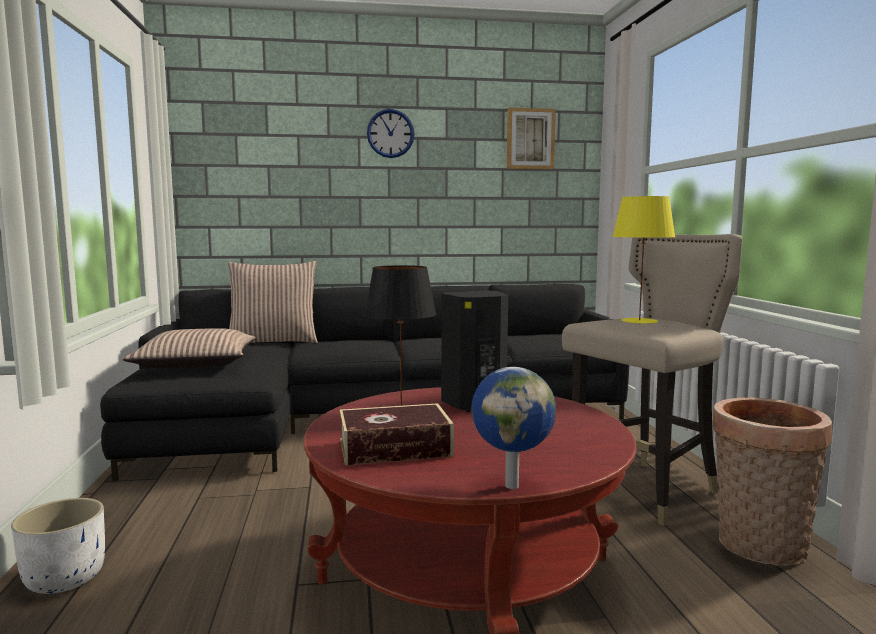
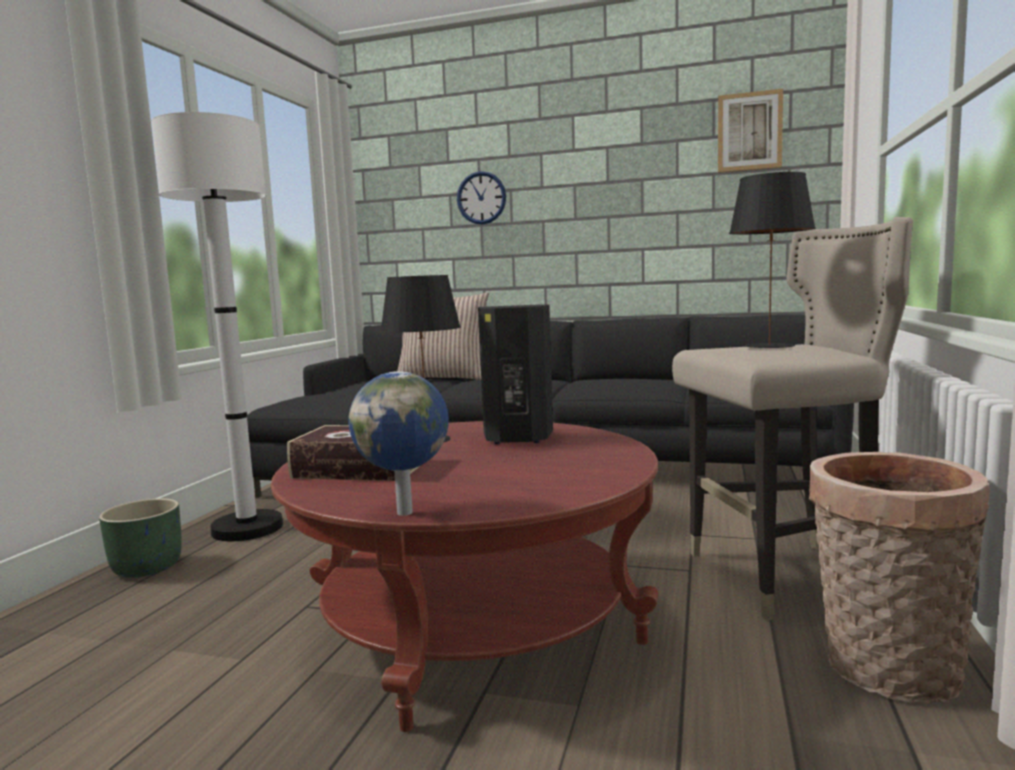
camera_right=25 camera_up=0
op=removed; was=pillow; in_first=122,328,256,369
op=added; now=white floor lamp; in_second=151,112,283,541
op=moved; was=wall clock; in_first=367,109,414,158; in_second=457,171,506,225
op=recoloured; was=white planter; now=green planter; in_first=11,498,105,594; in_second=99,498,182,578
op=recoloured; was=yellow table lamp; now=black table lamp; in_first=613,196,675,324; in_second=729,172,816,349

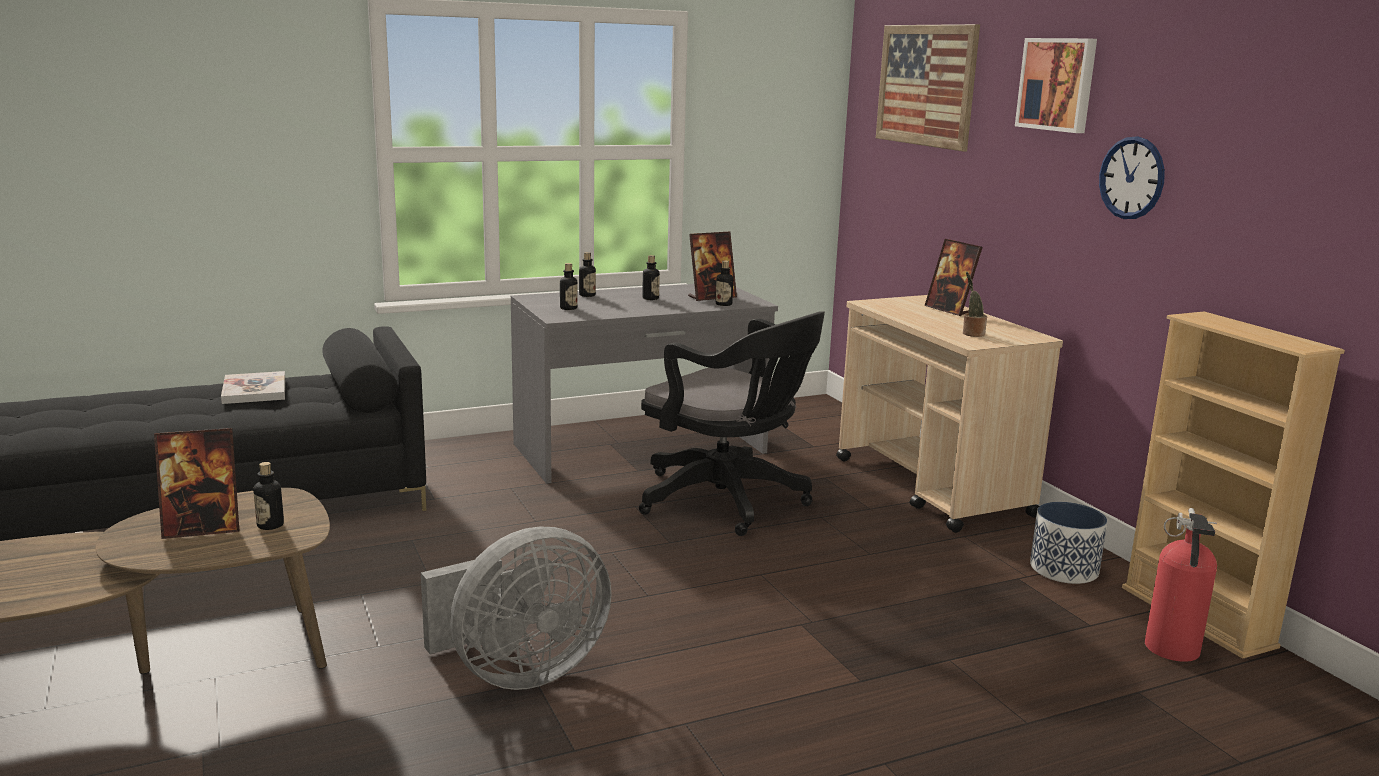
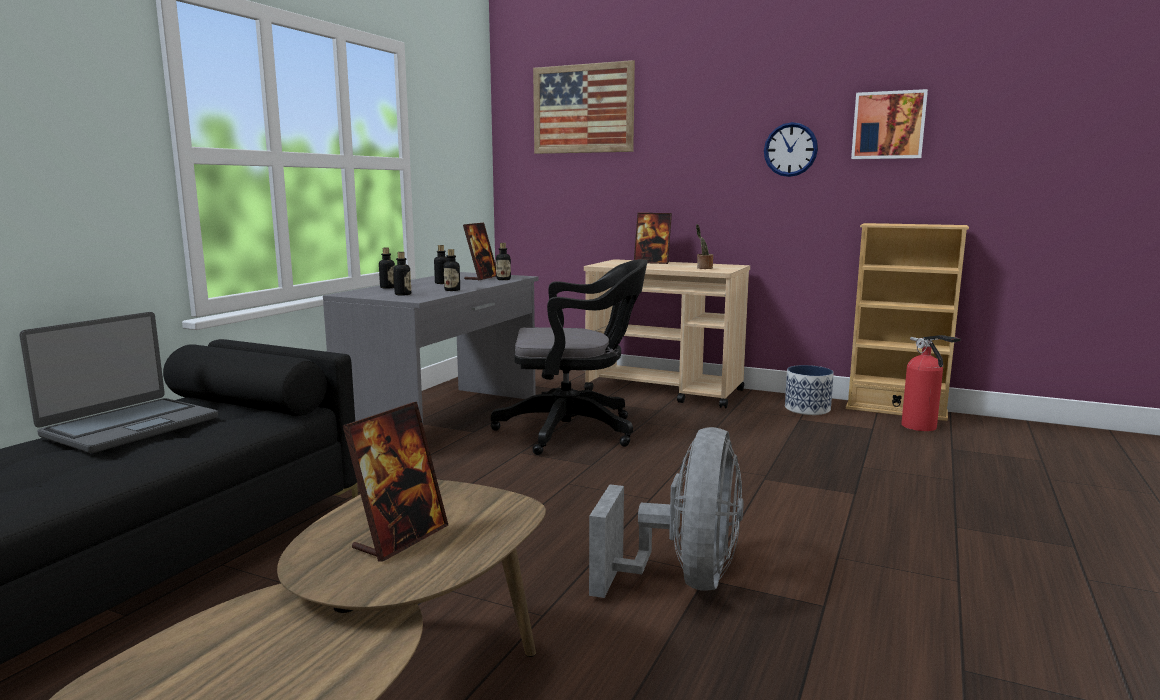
camera_right=-40 camera_up=-5
op=moved; was=bottle; in_first=253,462,284,530; in_second=444,249,460,291
op=moved; was=picture; in_first=1015,38,1097,133; in_second=851,89,928,159
op=replaced; was=book; now=laptop; in_first=221,371,285,404; in_second=19,312,218,453

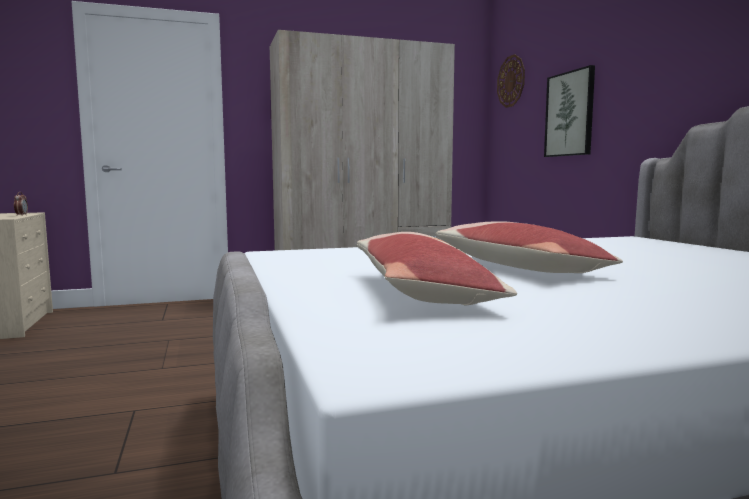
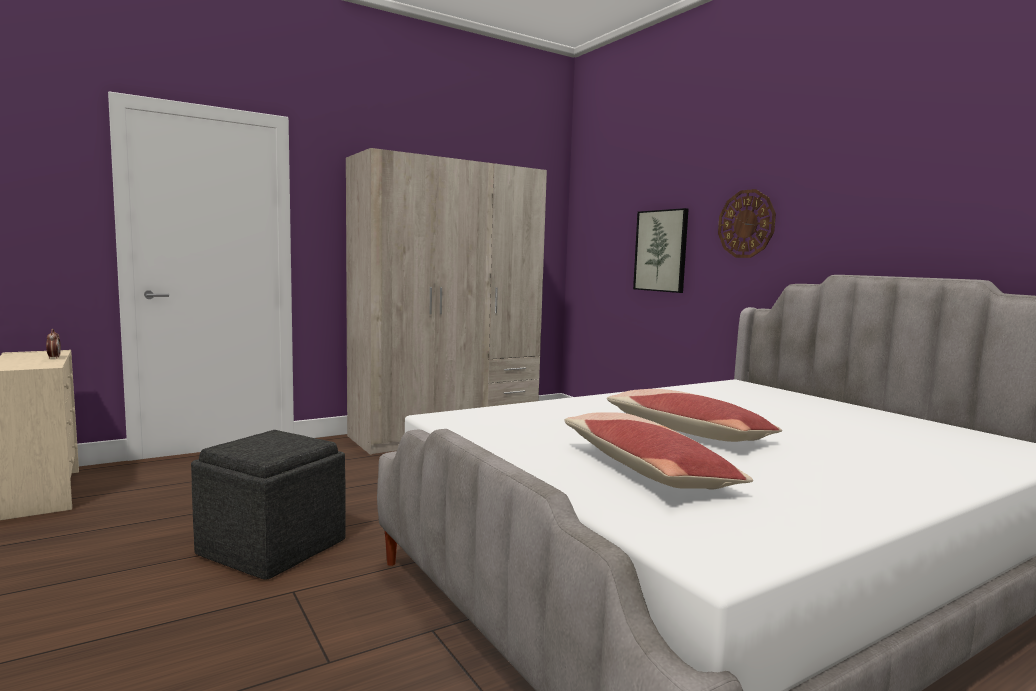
camera_right=-15 camera_up=0
op=added; now=grey ottoman; in_second=191,430,346,580
op=moved; was=wall clock; in_first=497,54,525,108; in_second=718,189,776,258

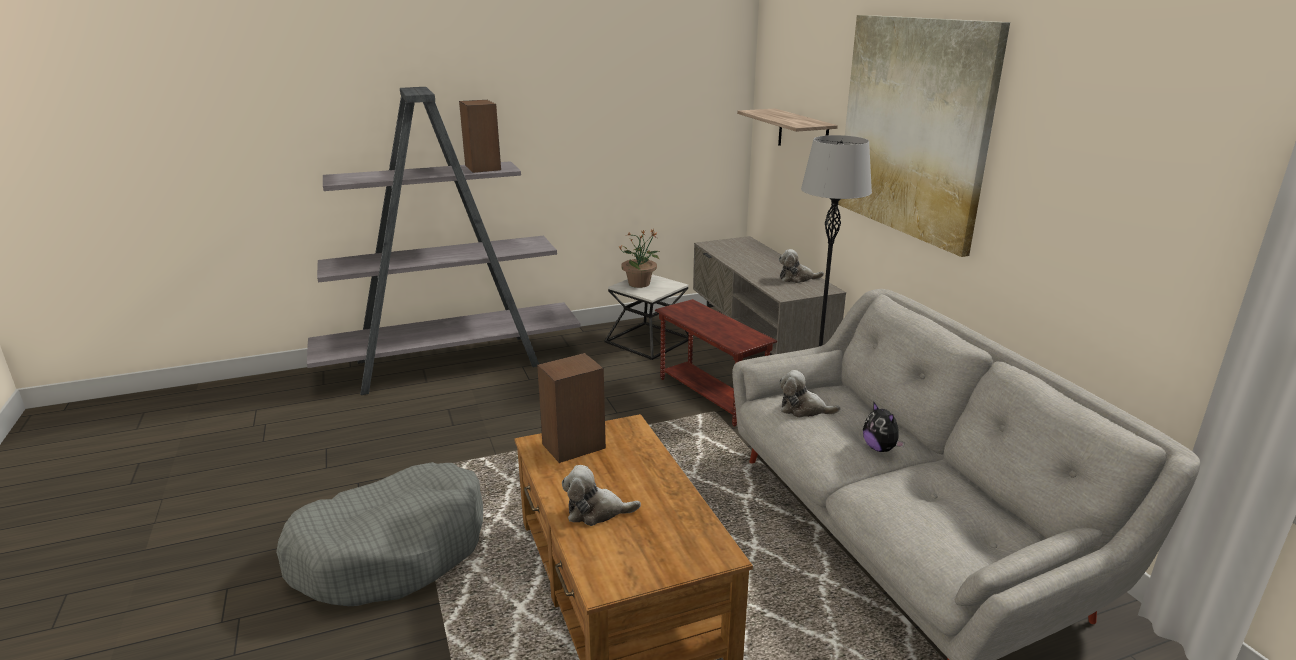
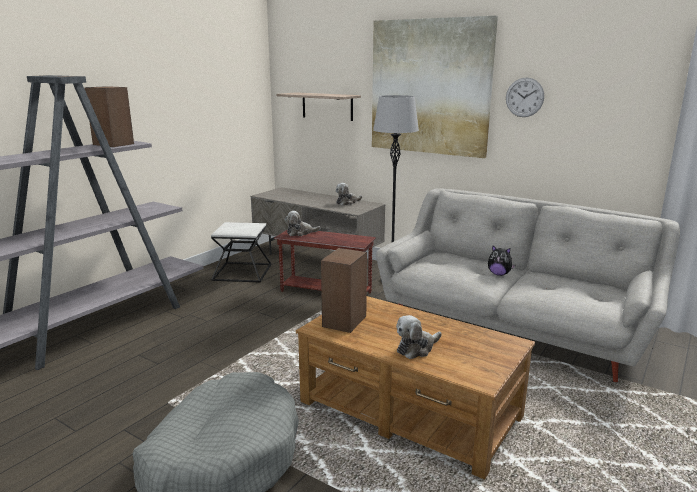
camera_right=-35 camera_up=-5
op=removed; was=potted plant; in_first=618,229,660,288
op=added; now=wall clock; in_second=506,78,544,117
op=moved; was=plush toy; in_first=779,370,840,418; in_second=285,211,320,236

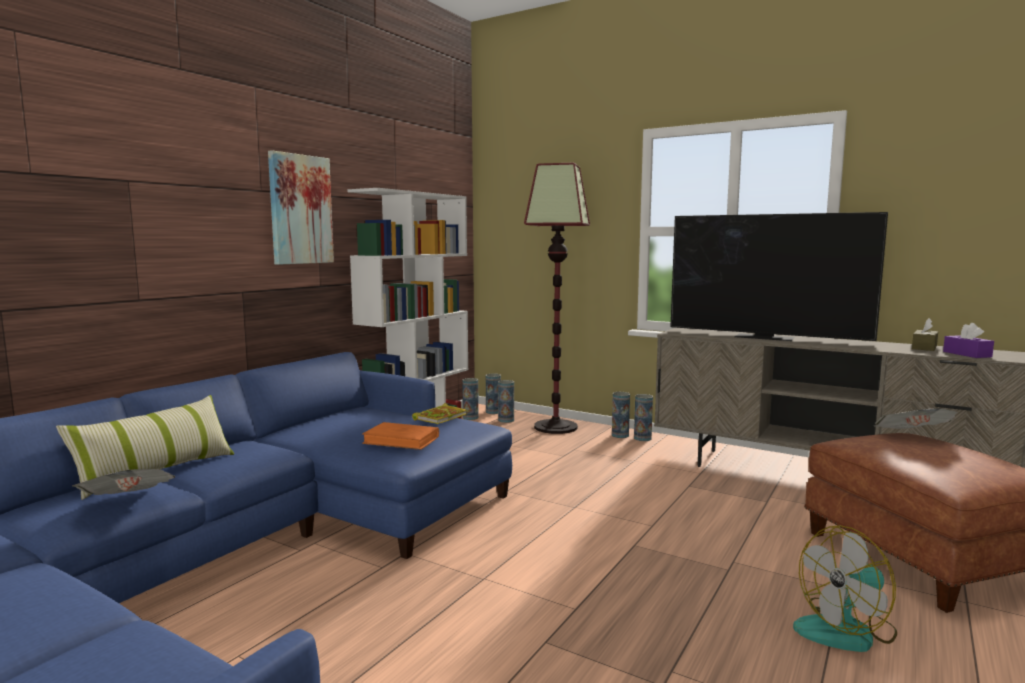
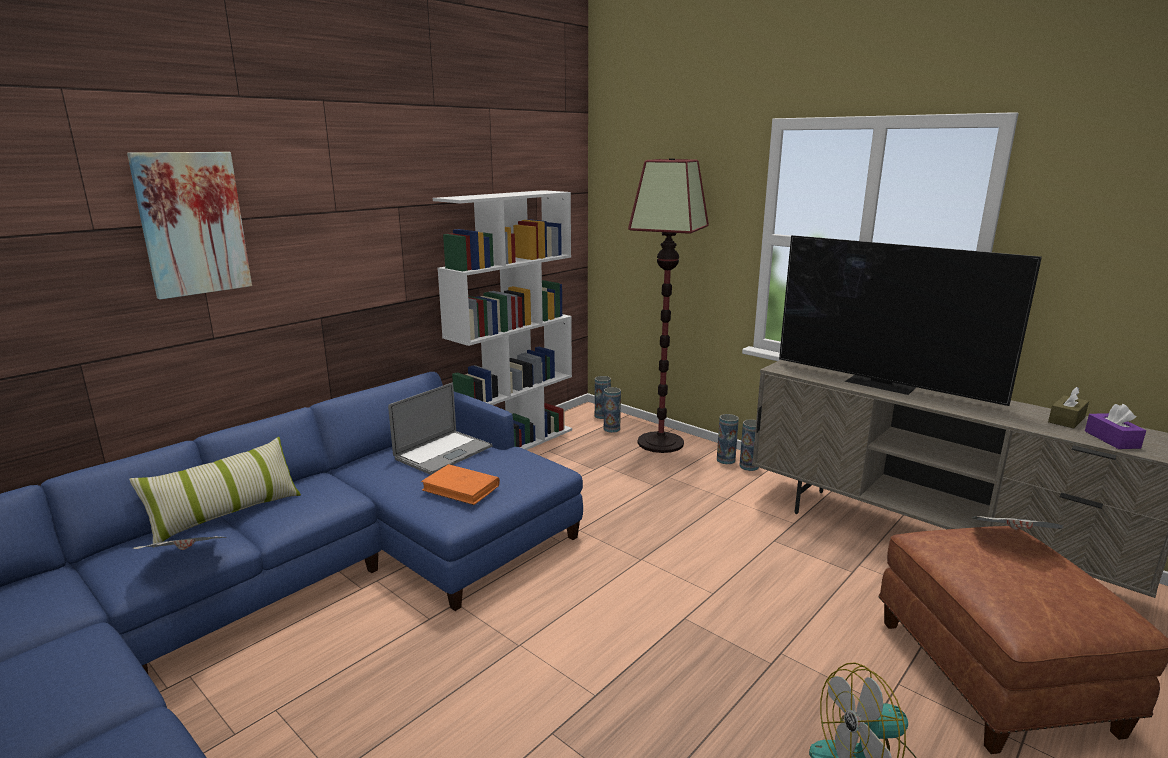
camera_right=10 camera_up=10
op=removed; was=book; in_first=412,403,467,424
op=removed; was=vase; in_first=462,378,479,420
op=added; now=laptop; in_second=388,383,493,475
op=moved; was=picture; in_first=268,150,334,265; in_second=127,152,252,300

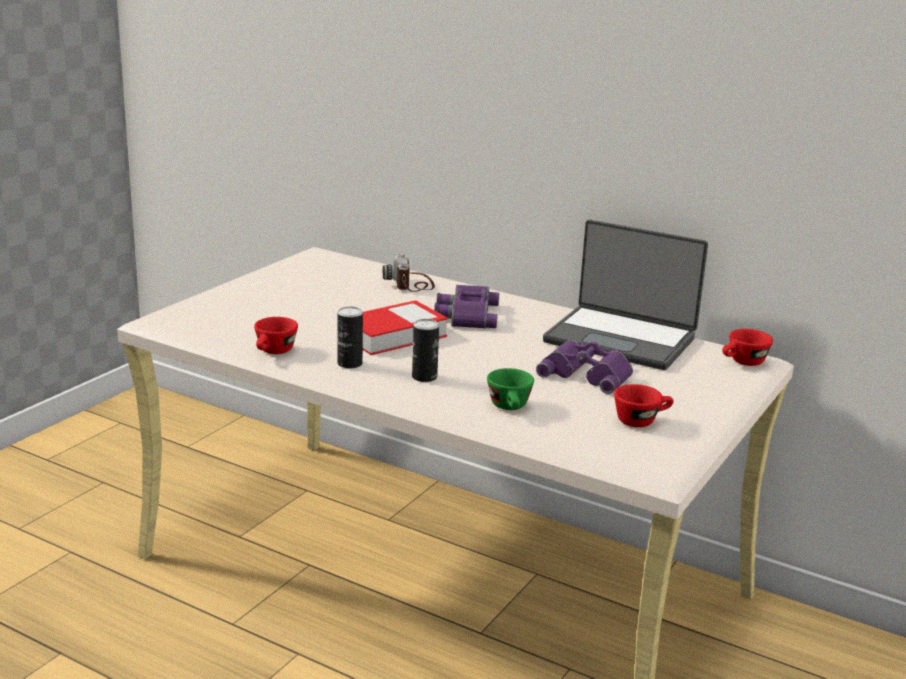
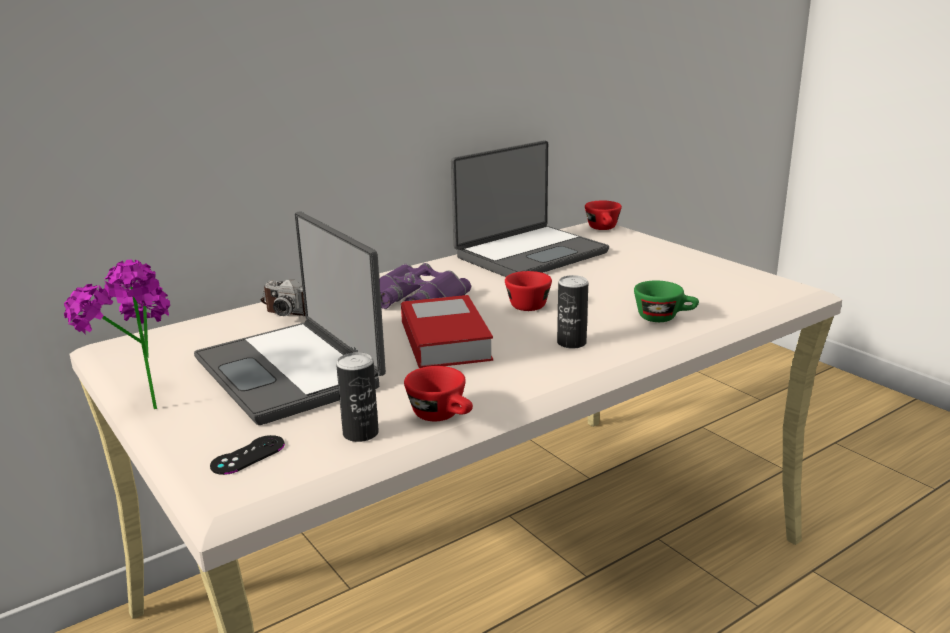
camera_right=-65 camera_up=0
op=removed; was=purple binoculars; in_first=536,340,633,394
op=added; now=potted plant; in_second=64,259,170,409
op=added; now=laptop; in_second=194,211,386,425
op=added; now=black game controller; in_second=210,435,285,475
op=moved; was=can; in_first=338,307,363,369; in_second=336,352,379,442
op=moved; was=red cup; in_first=614,384,674,427; in_second=505,271,552,311

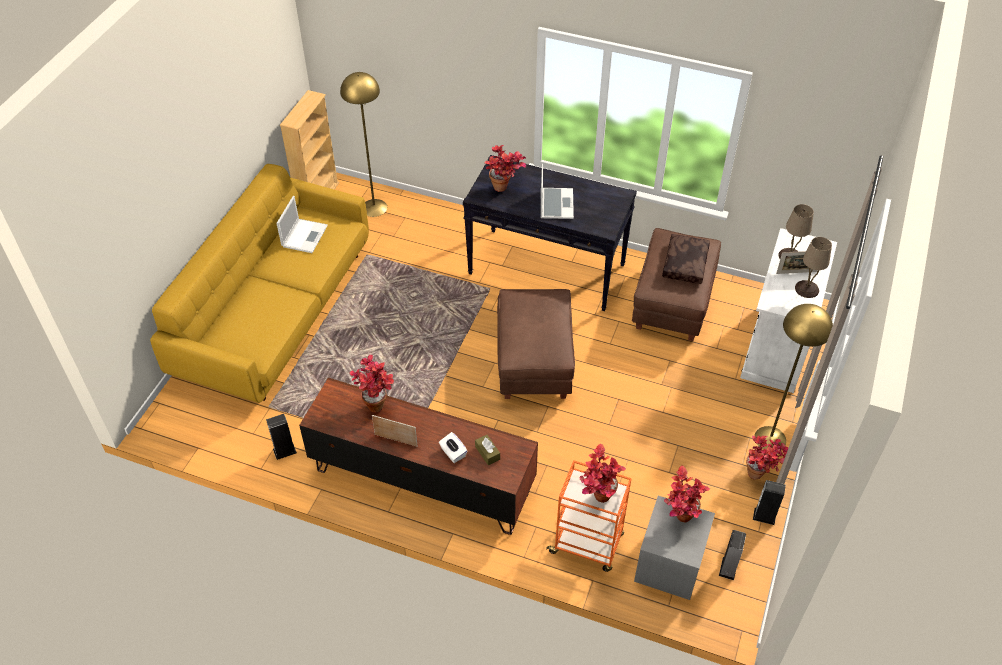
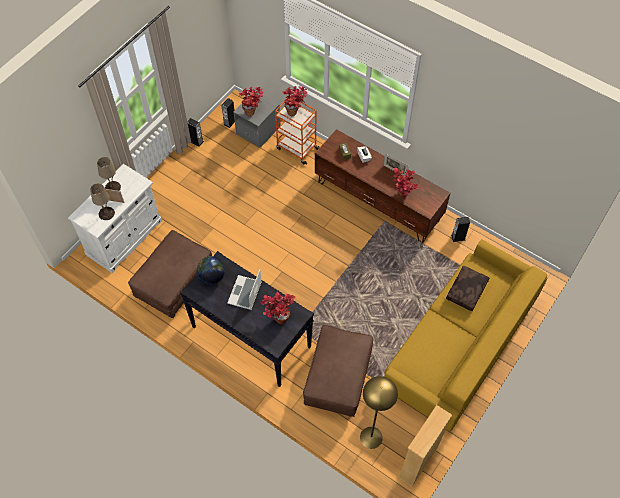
camera_right=-165 camera_up=10
op=removed; was=laptop; in_first=276,196,328,253
op=removed; was=potted plant; in_first=746,436,788,480
op=removed; was=yellow floor lamp; in_first=755,304,833,450
op=added; now=globe; in_second=197,256,225,284
op=moved; was=brown ottoman; in_first=497,289,575,399; in_second=303,325,374,417
op=moved; was=brown pillow; in_first=662,234,710,284; in_second=446,266,490,311

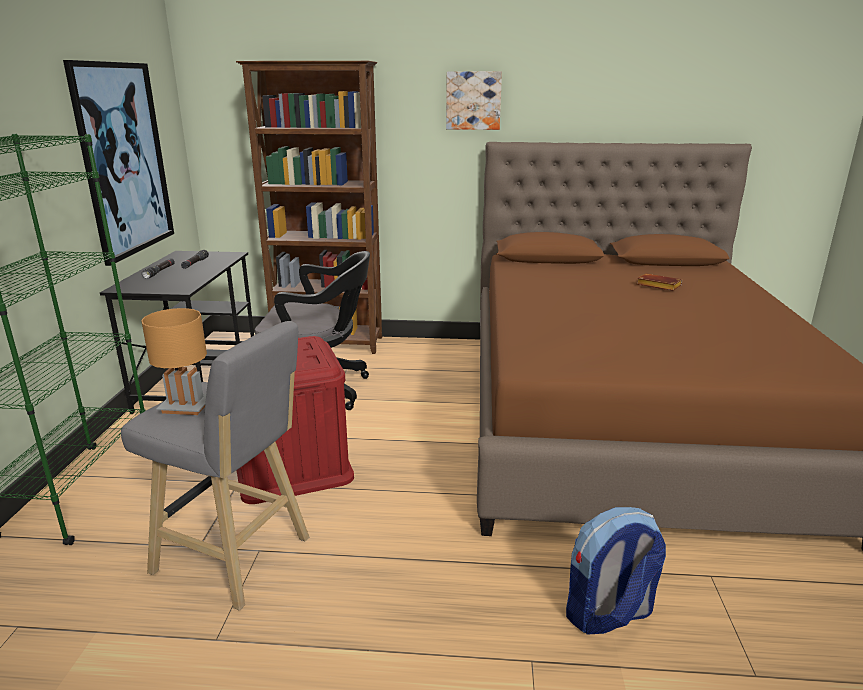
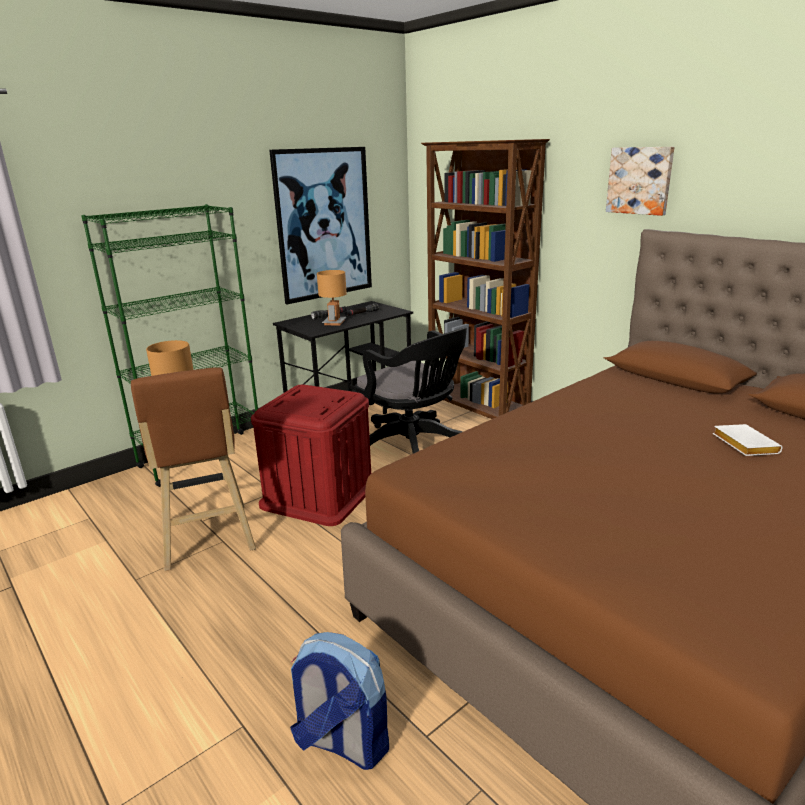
camera_right=45 camera_up=0
op=added; now=brown table lamp; in_second=317,270,347,326
op=recoloured; was=grey stool; now=brown stool; in_first=121,321,309,611; in_second=131,367,256,571
op=recoloured; was=brown book; now=white book; in_first=637,273,682,291; in_second=713,424,782,456

